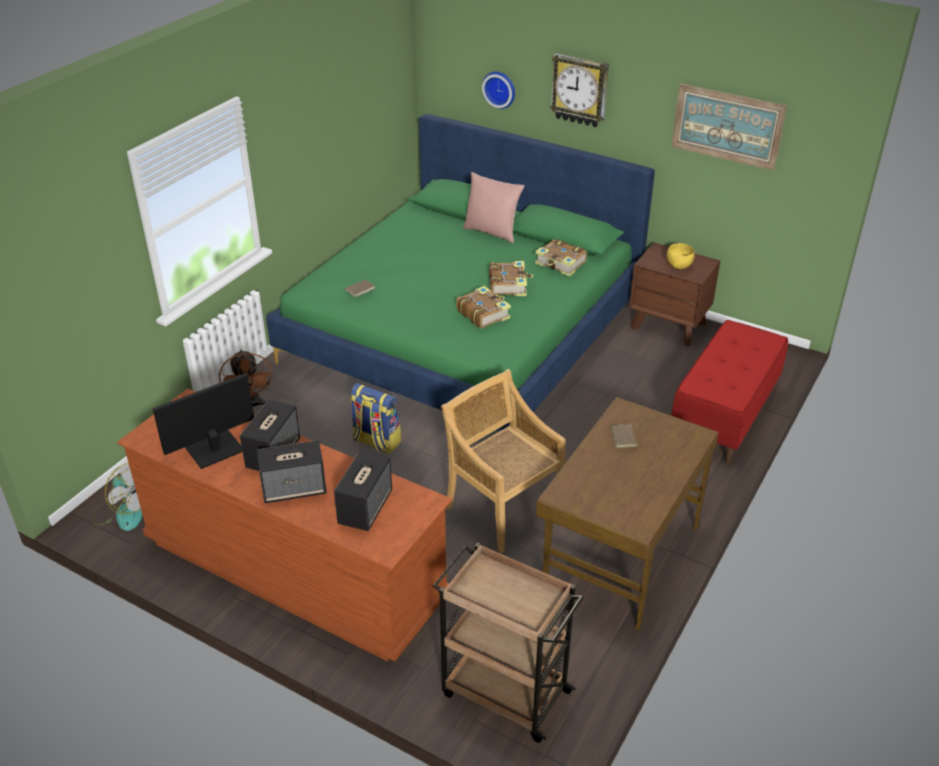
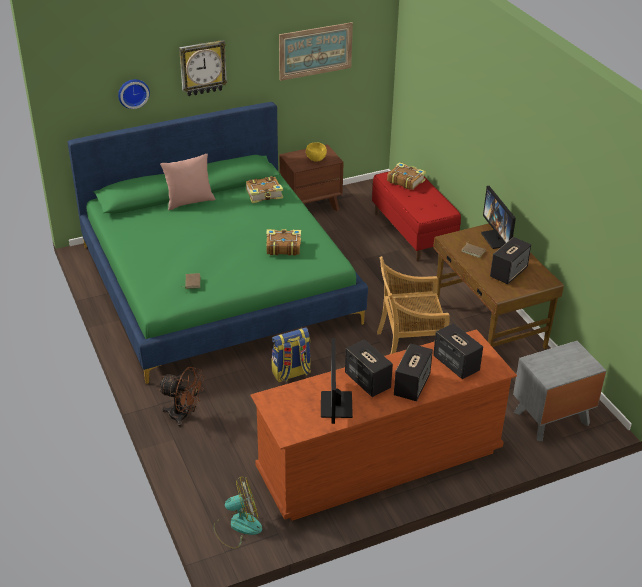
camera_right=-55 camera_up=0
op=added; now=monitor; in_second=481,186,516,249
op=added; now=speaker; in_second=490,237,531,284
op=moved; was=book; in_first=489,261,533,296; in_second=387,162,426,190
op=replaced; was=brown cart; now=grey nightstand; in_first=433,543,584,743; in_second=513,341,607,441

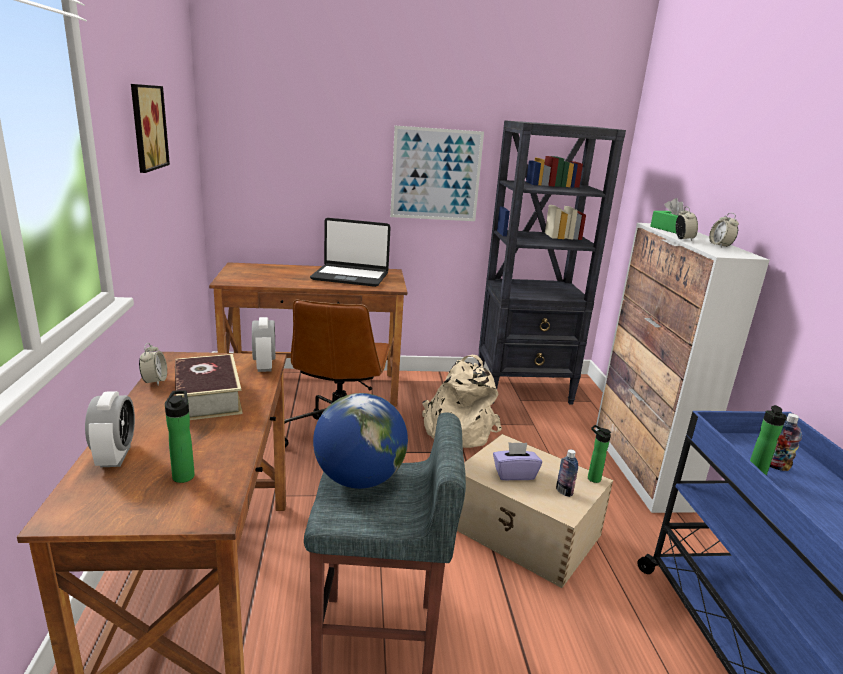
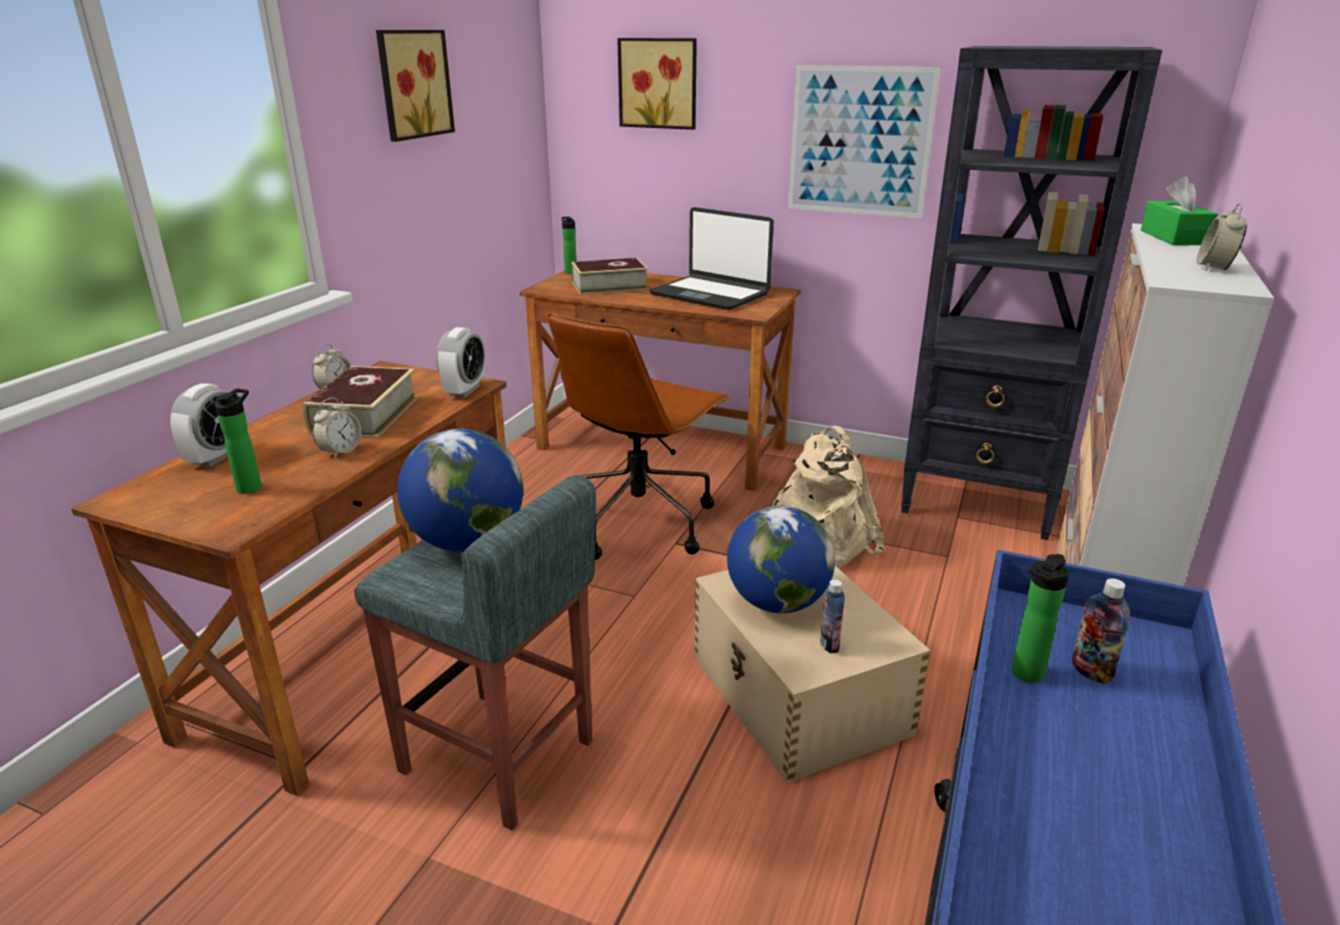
camera_right=30 camera_up=5
op=added; now=book; in_second=571,258,648,295
op=added; now=picture; in_second=617,38,697,130
op=moved; was=bottle; in_first=588,425,611,483; in_second=562,217,577,274
op=moved; was=alarm clock; in_first=676,206,698,241; in_second=313,397,362,459
op=replaced; was=purple tissue box; now=globe; in_first=493,442,542,480; in_second=727,506,835,613

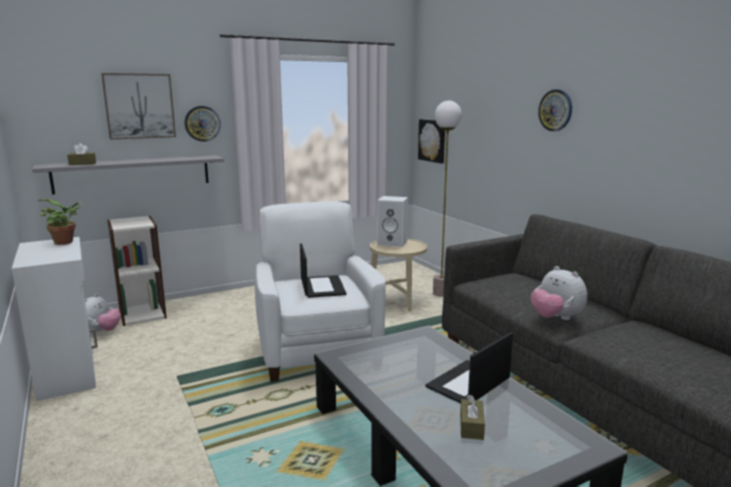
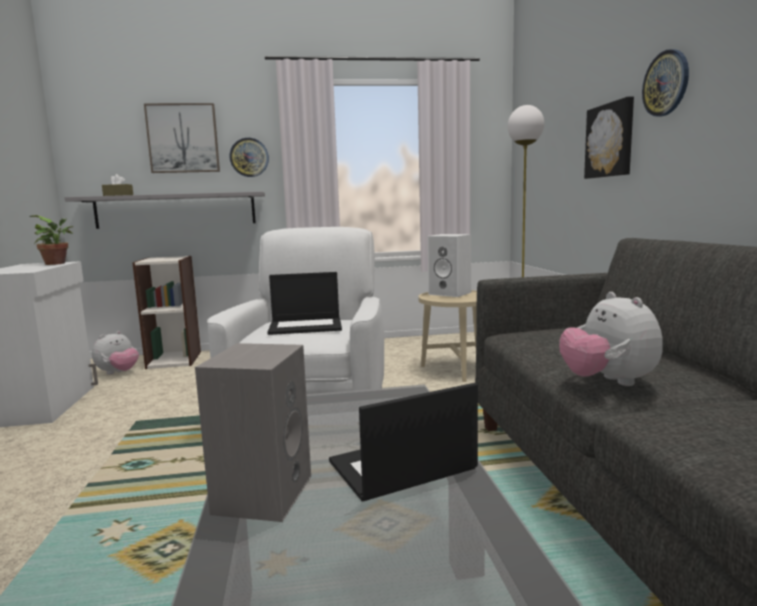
camera_right=20 camera_up=-5
op=removed; was=brown tissue box; in_first=460,395,485,440
op=added; now=grey speaker; in_second=195,343,311,522
op=moved; was=picture; in_first=418,119,445,163; in_second=584,97,634,179
op=turned; was=laptop; in_first=300,243,346,298; in_second=267,272,342,335; clockwise=75

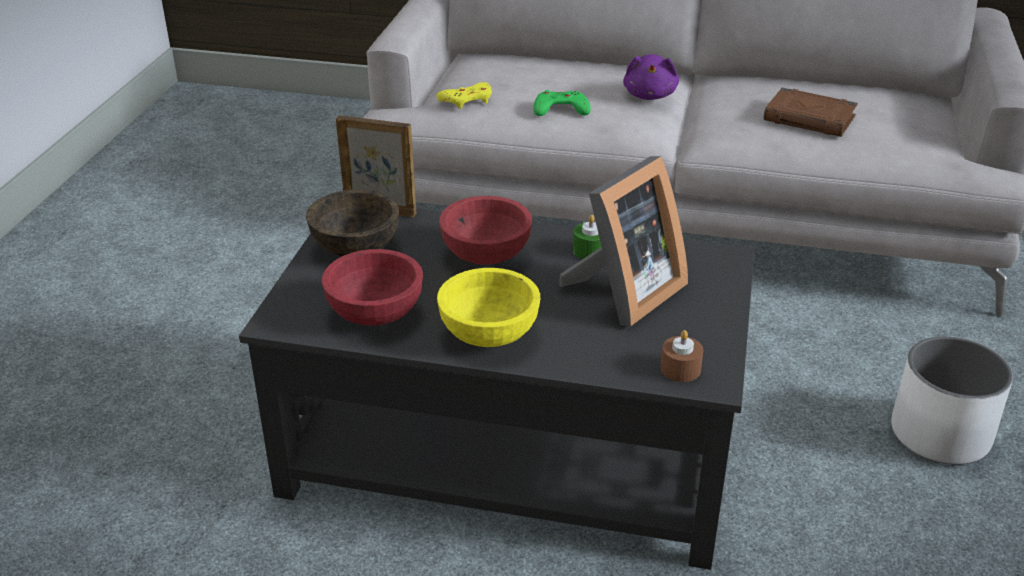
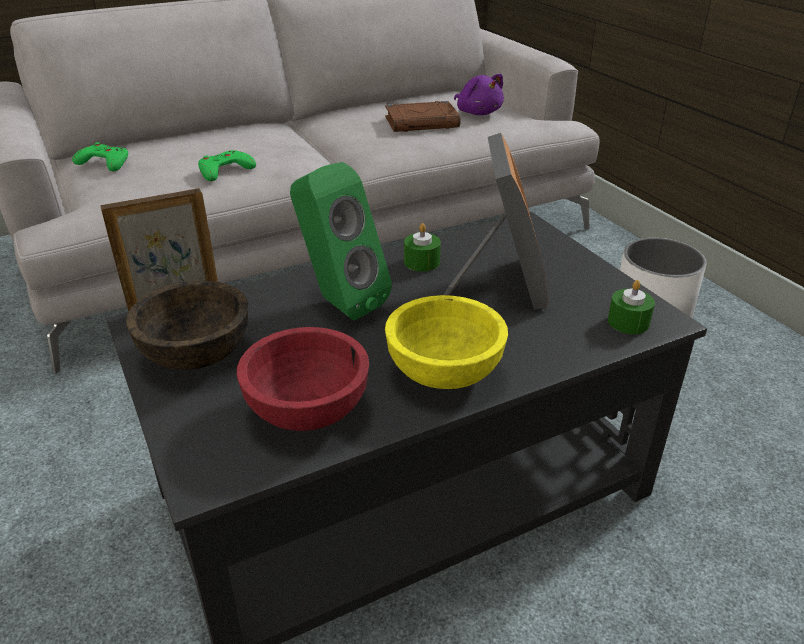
camera_right=-40 camera_up=0
op=removed; was=yellow game controller; in_first=437,82,492,109
op=added; now=green game controller; in_second=72,142,128,171
op=moved; was=purple plush toy; in_first=623,54,679,100; in_second=454,74,504,115
op=replaced; was=red bowl; now=green speaker; in_first=439,196,532,265; in_second=290,162,392,320
op=recoloured; was=brown candle; now=green candle; in_first=660,330,703,382; in_second=608,280,655,334

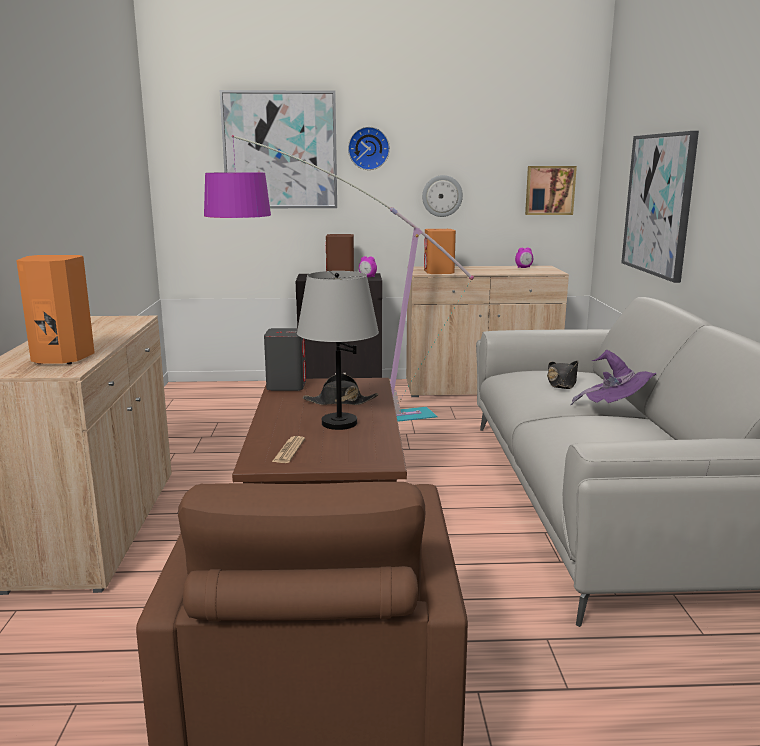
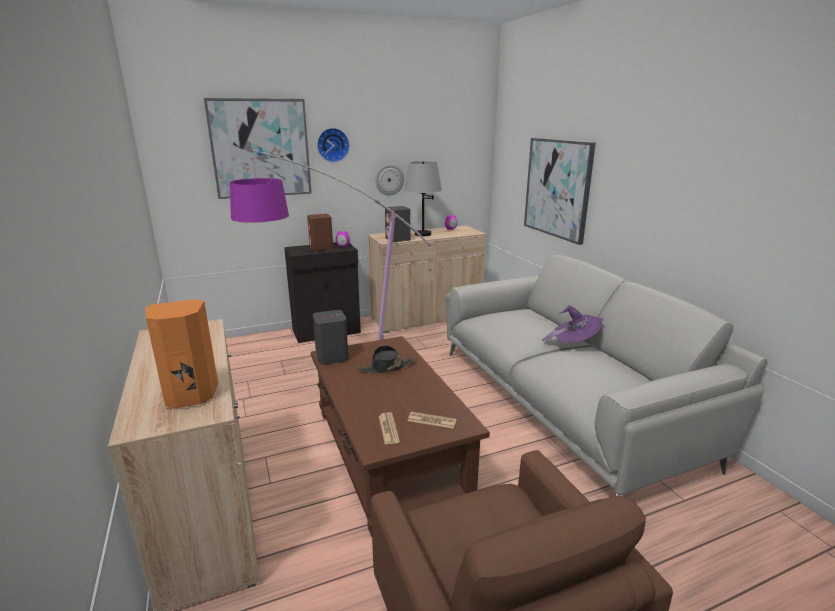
camera_right=-20 camera_up=5
op=removed; was=picture; in_first=525,166,577,215
op=removed; was=black hat; in_first=547,361,578,389
op=added; now=newspaper; in_second=408,412,457,429
op=moved; was=grey table lamp; in_first=297,271,379,430; in_second=404,161,442,236
op=recoloured; was=orange speaker; now=grey speaker; in_first=424,229,456,274; in_second=385,206,410,242

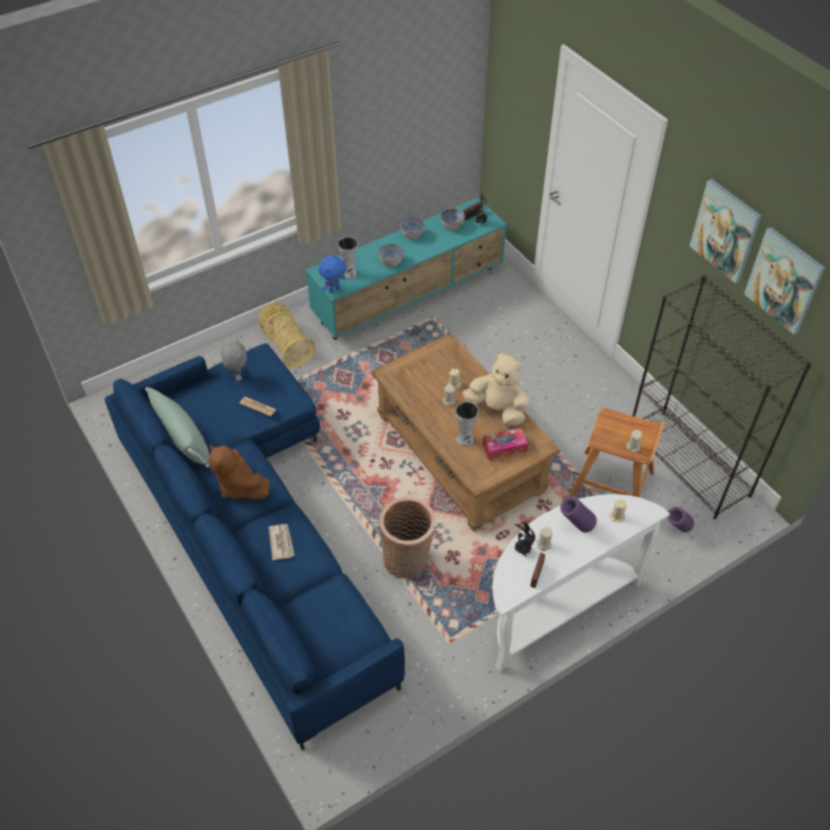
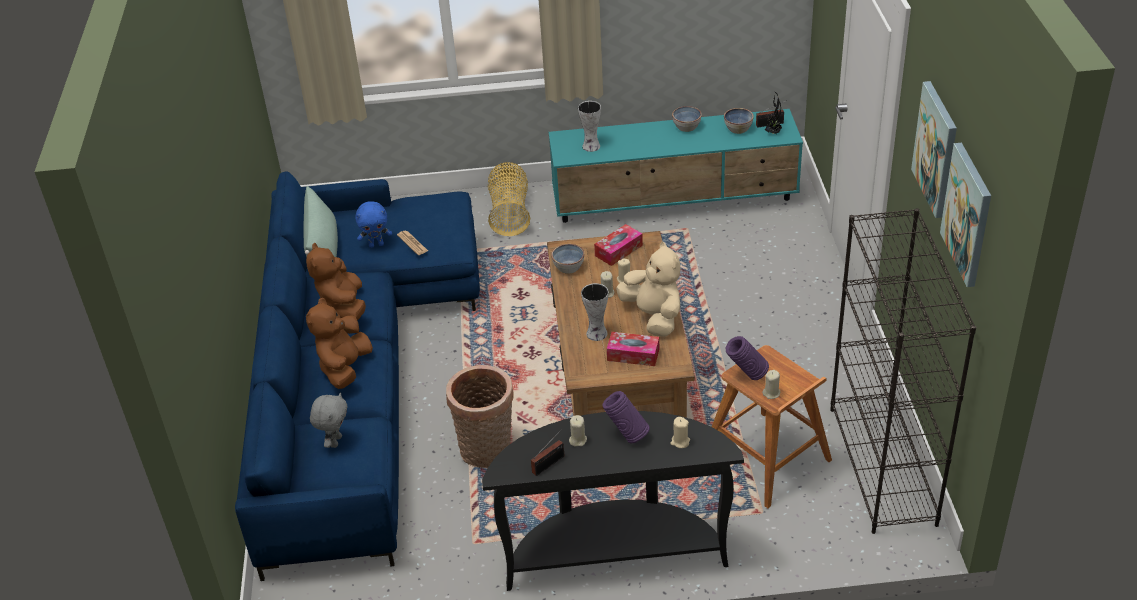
camera_right=30 camera_up=-10
op=removed; was=potted plant; in_first=515,522,535,557
op=added; now=tissue box; in_second=594,224,643,266
op=moved; was=grey plush toy; in_first=221,340,247,381; in_second=310,392,347,448
op=moved; was=blue plush toy; in_first=318,255,346,293; in_second=355,201,392,248
op=moved; was=bowl; in_first=378,244,403,267; in_second=551,244,584,274
op=moved; was=purple vase; in_first=667,507,694,532; in_second=726,336,769,380
op=replaced; was=newspaper; now=brown plush toy; in_first=269,524,295,560; in_second=306,298,373,389
op=recoloured; was=white console table; now=black console table; in_first=492,494,670,672; in_second=482,411,744,591

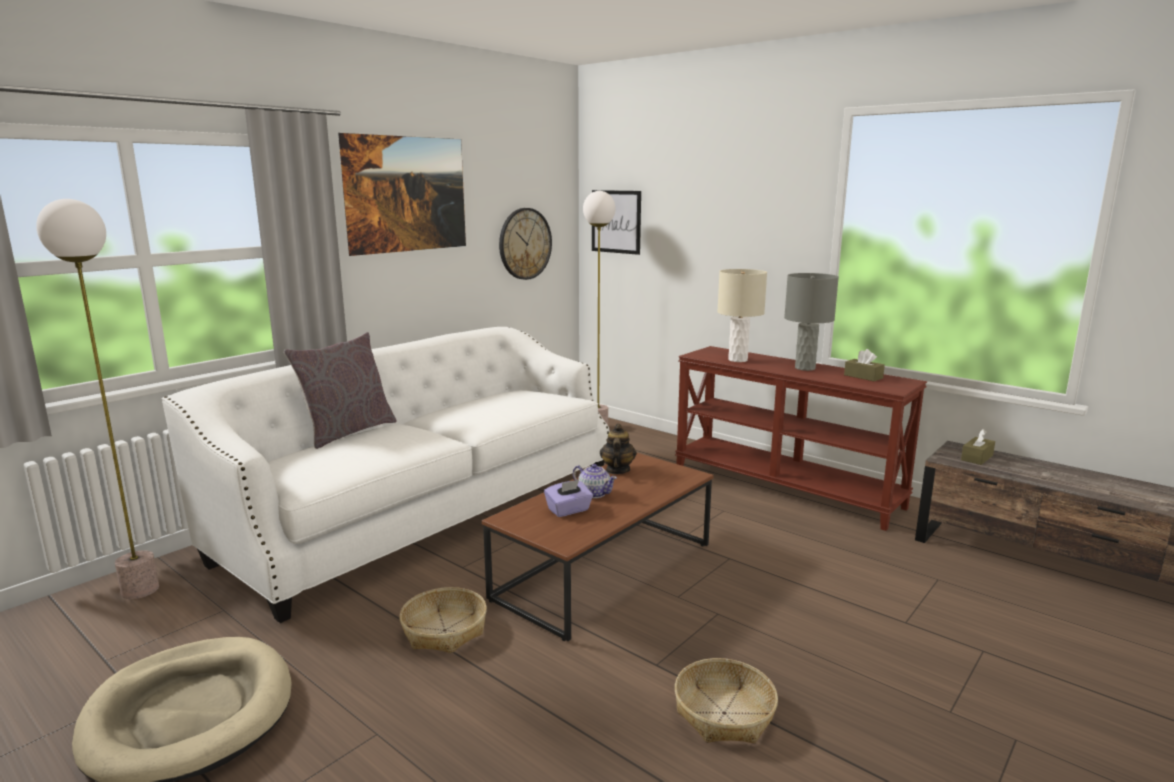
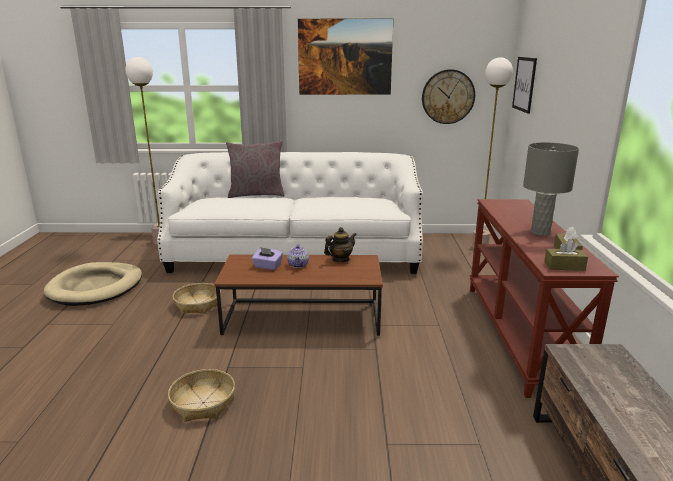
camera_right=50 camera_up=5
op=removed; was=beige table lamp; in_first=717,269,767,362
op=moved; was=brown tissue box; in_first=961,429,995,465; in_second=544,239,588,271

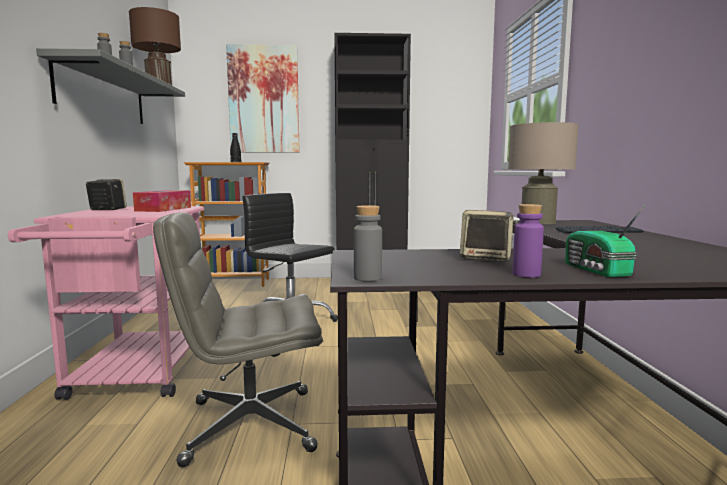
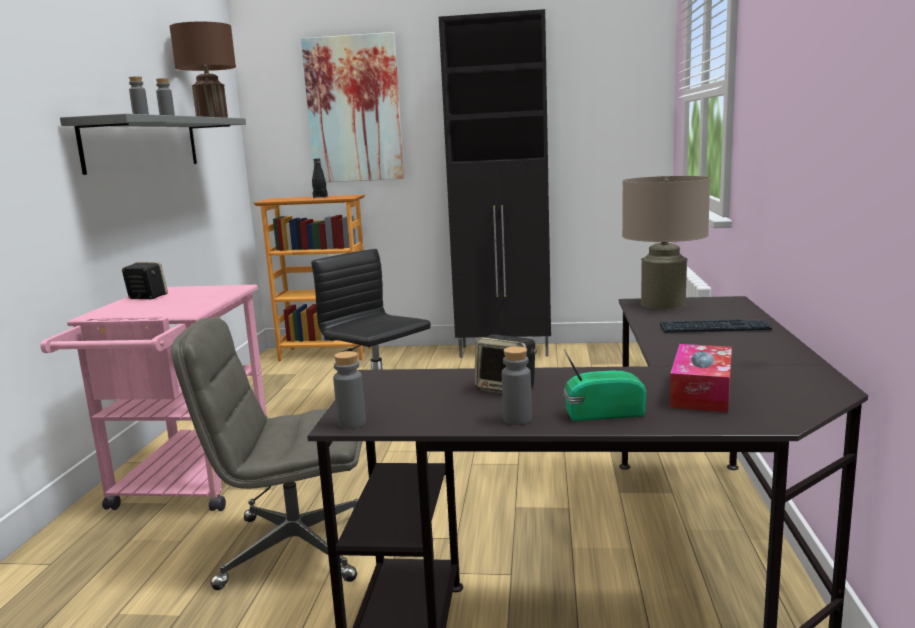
camera_right=10 camera_up=5
op=moved; was=tissue box; in_first=133,190,191,212; in_second=670,344,732,413
op=recoloured; was=purple bottle; now=grey bottle; in_first=512,204,544,278; in_second=502,346,532,425
op=turned; was=radio; in_first=565,204,646,277; in_second=564,349,646,421; clockwise=90

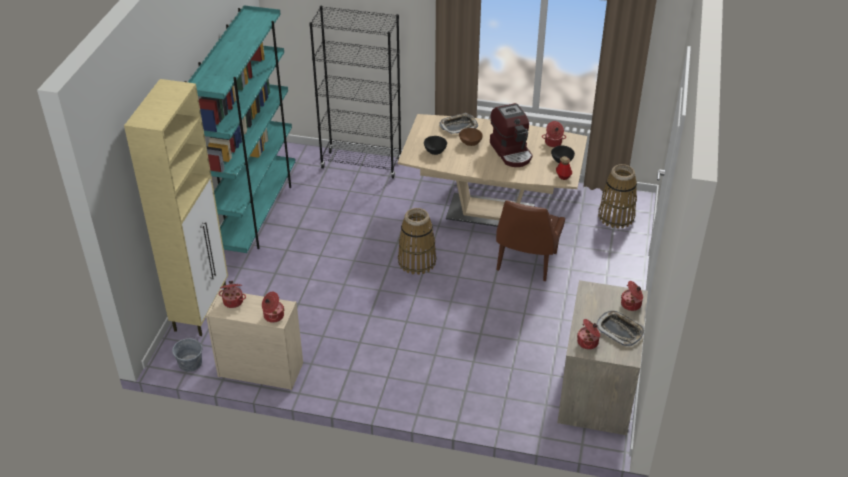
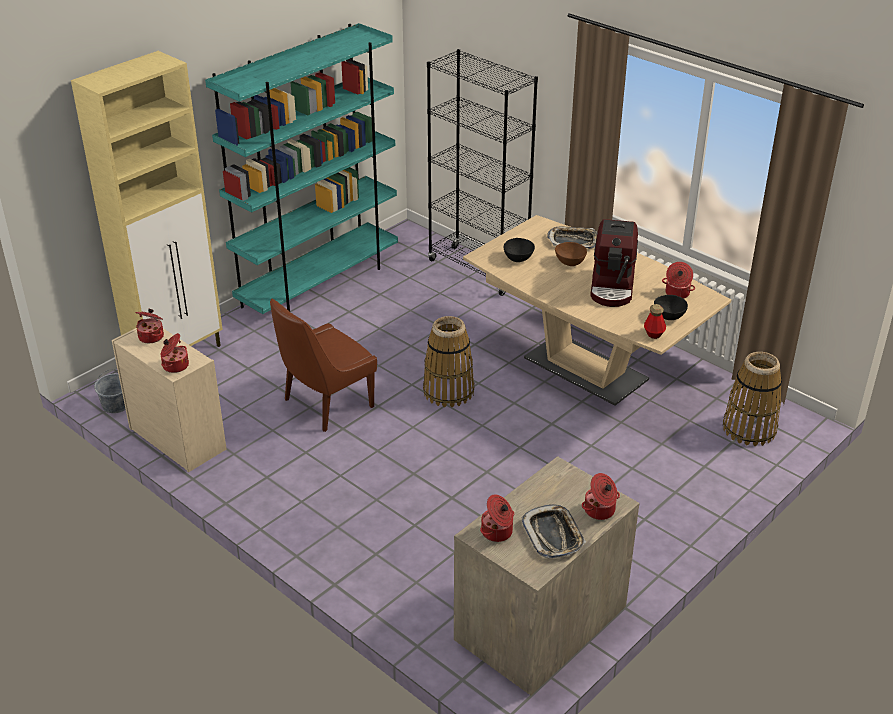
camera_right=30 camera_up=-5
op=moved; was=brown chair; in_first=496,200,565,281; in_second=270,299,377,432

